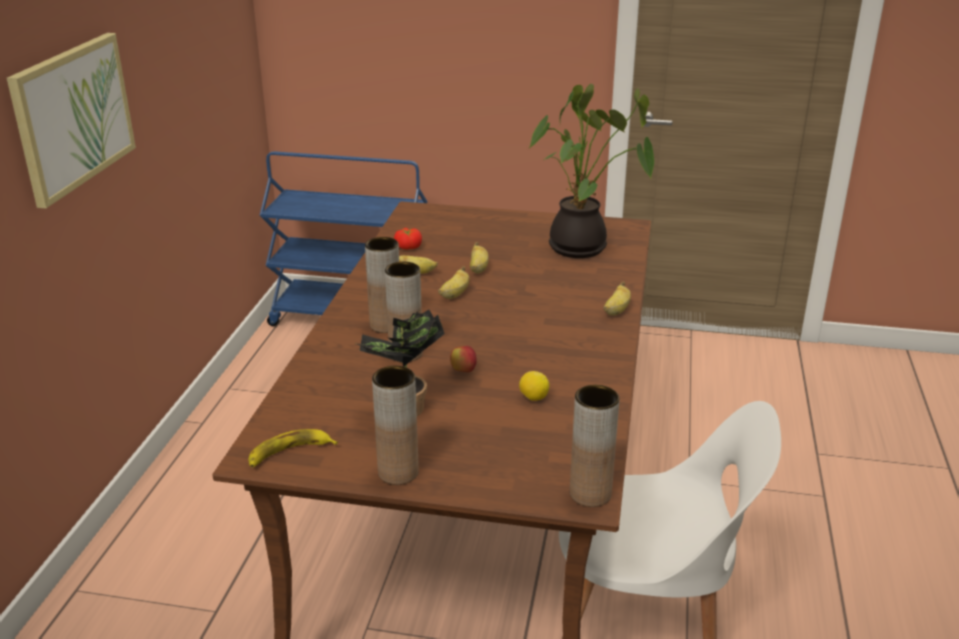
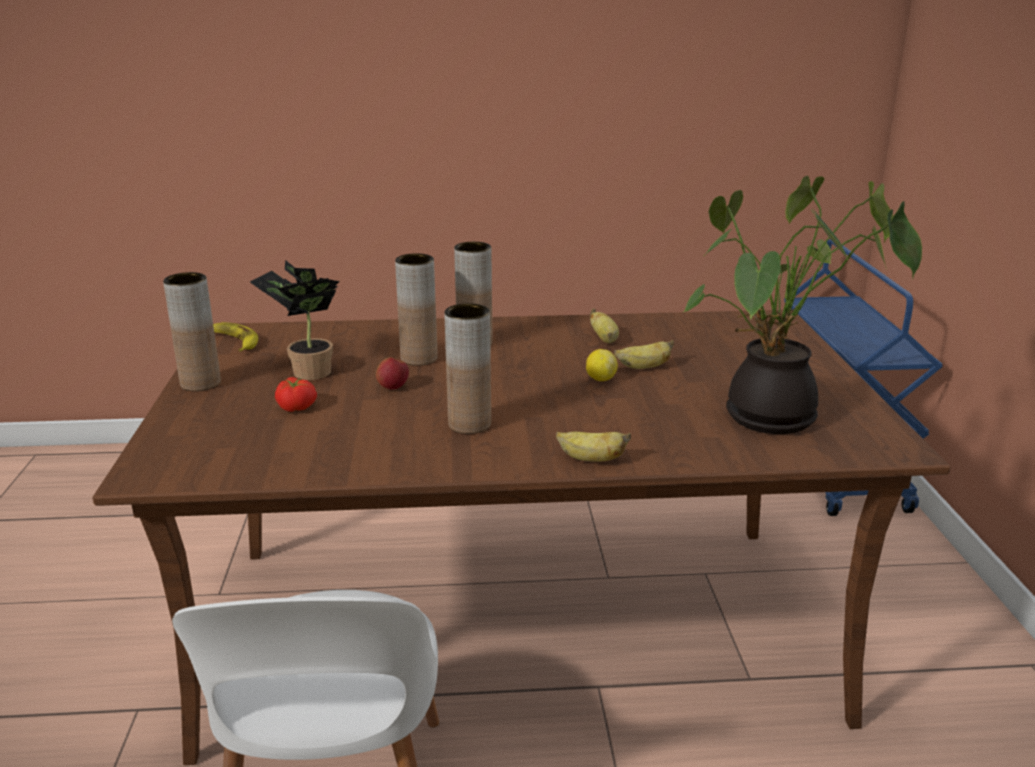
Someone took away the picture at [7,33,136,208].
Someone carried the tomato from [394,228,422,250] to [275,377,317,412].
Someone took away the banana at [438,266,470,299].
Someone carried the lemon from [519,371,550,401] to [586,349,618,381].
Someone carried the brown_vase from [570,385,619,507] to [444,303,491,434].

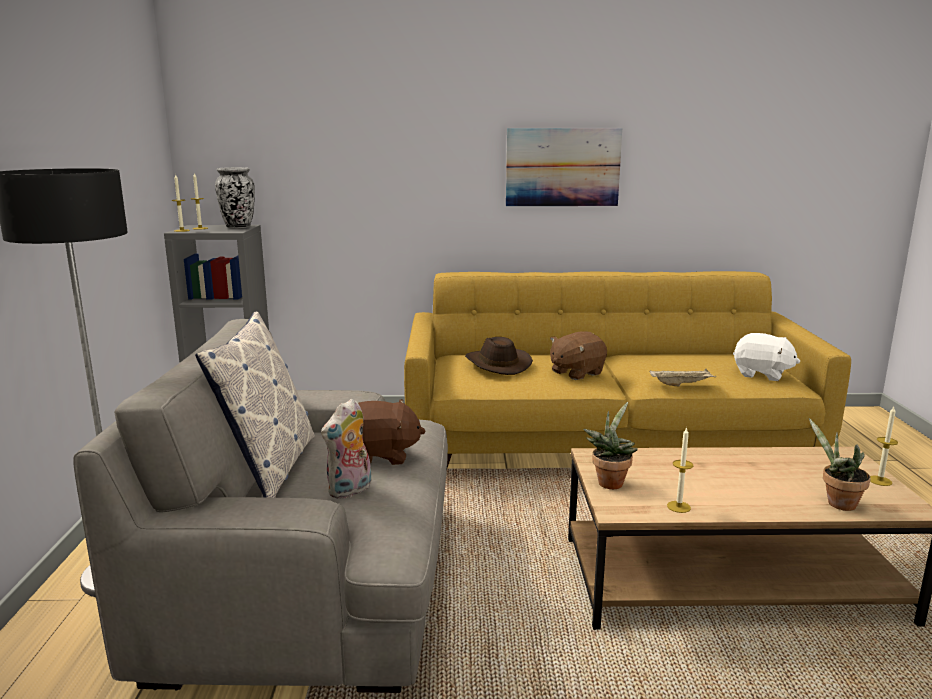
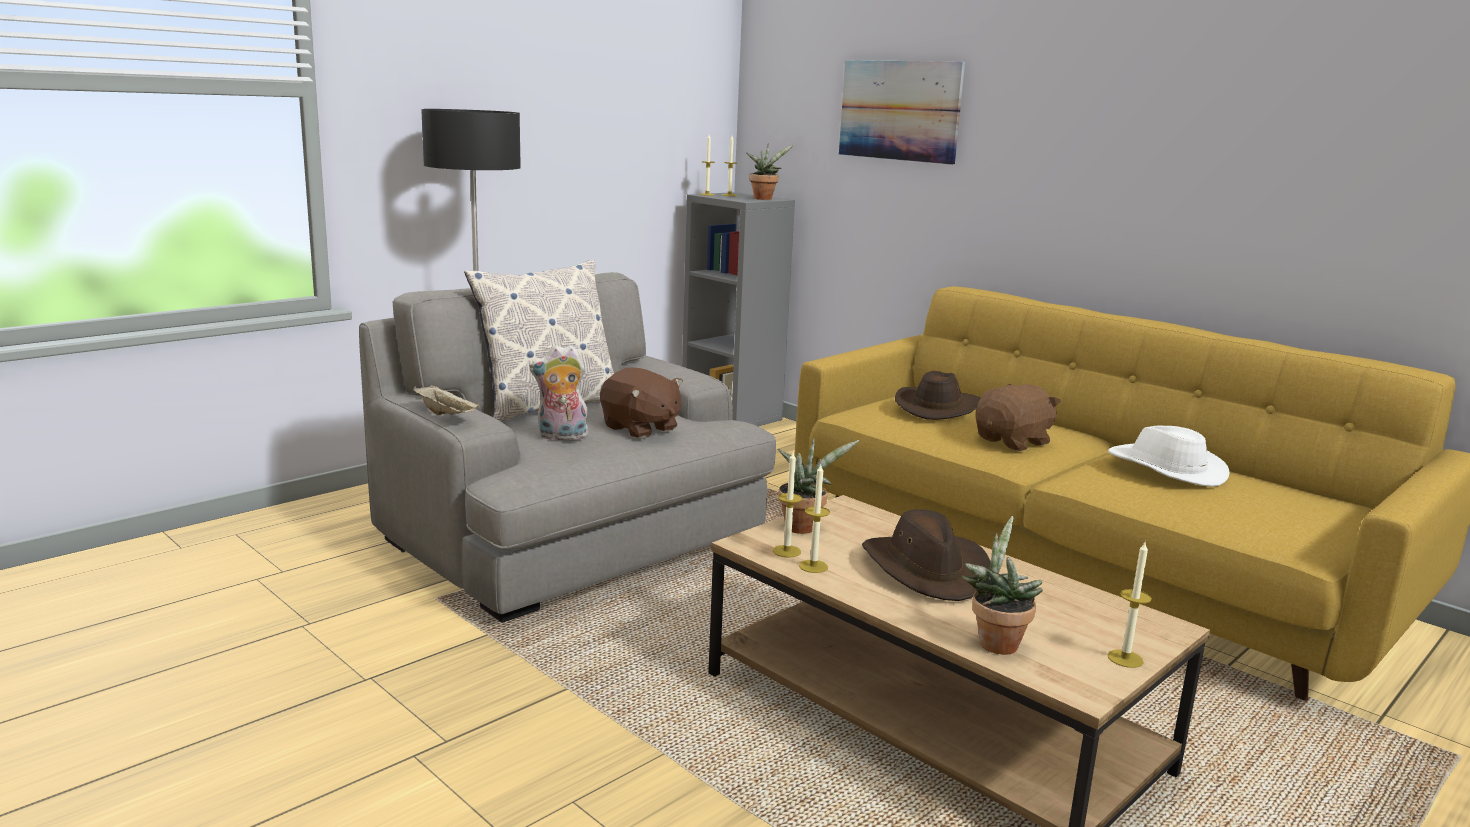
Someone swapped the vase at [215,167,255,229] for the potted_plant at [747,143,794,200].
Someone carried the picture from [506,128,622,206] to [839,60,965,165].
Someone rotated the brown_plush_toy at [550,331,607,380] by 135 degrees clockwise.
Someone carried the beige_tray from [649,368,716,386] to [413,385,480,415].
Someone took away the white_plush_toy at [733,333,800,381].
Someone put down the candle at [773,452,802,558].
Someone put down the brown_hat at [862,509,991,601].
Someone put down the white_hat at [1108,425,1230,487].

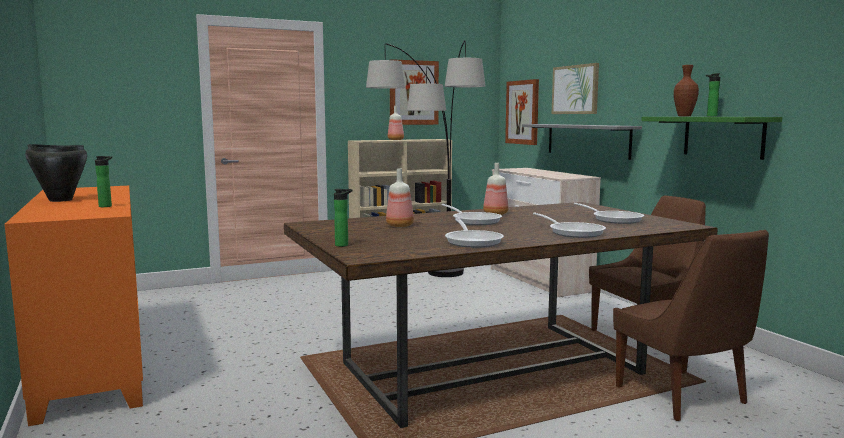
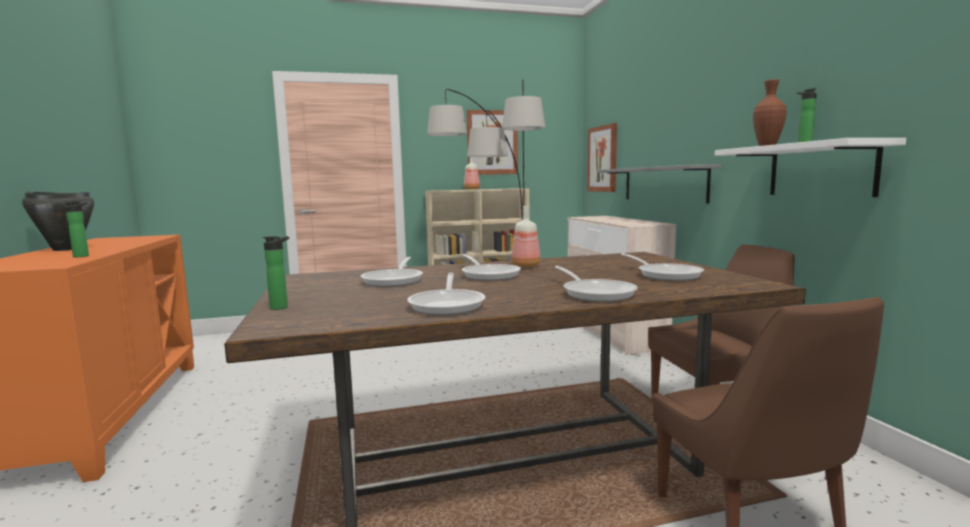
Someone swapped the bottle at [386,169,414,227] for the frying_pan at [361,257,423,287].
Someone took away the picture at [552,63,599,114].
Someone repainted the green_shelf at [641,117,782,160], which became the white_shelf at [715,138,906,197].

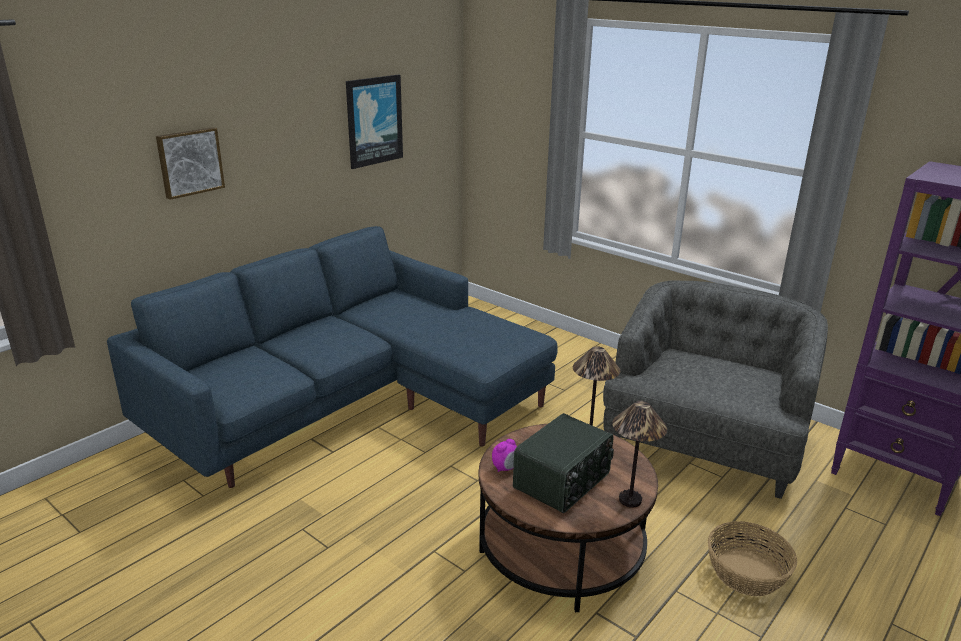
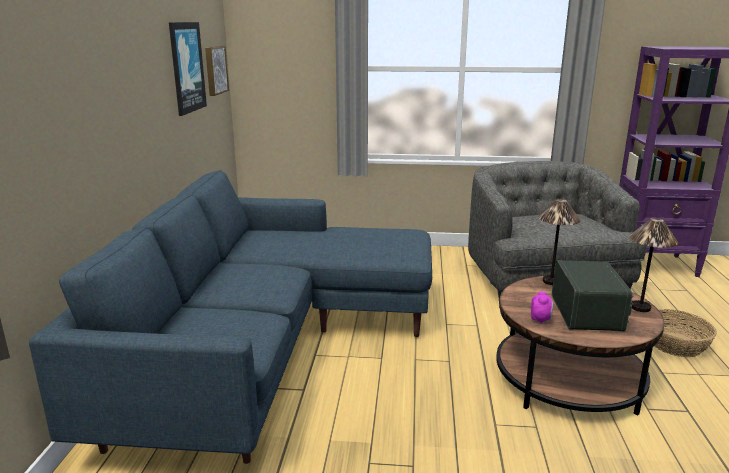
Someone carried the picture from [156,127,225,200] to [205,46,229,96].

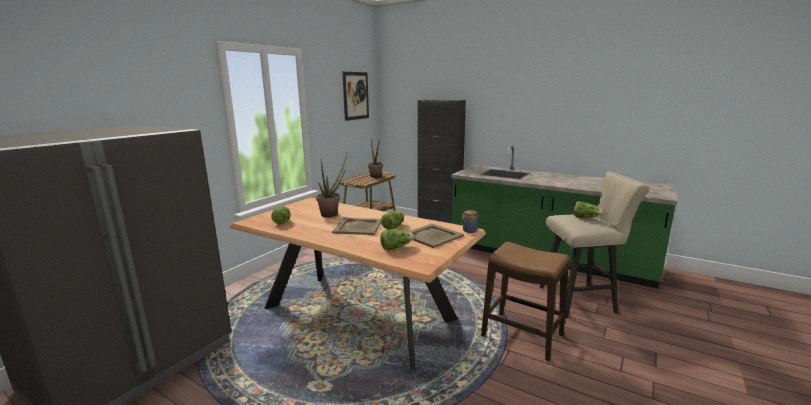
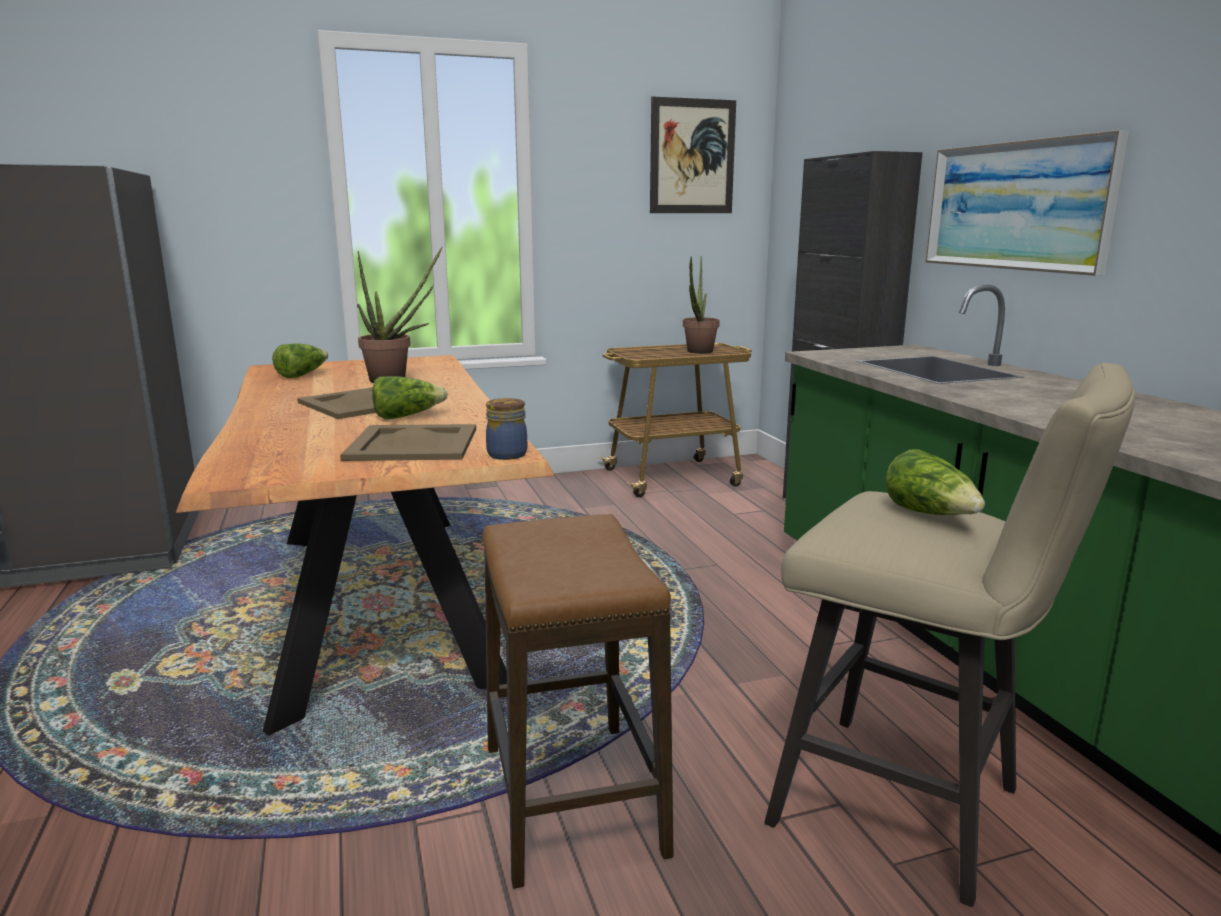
Someone took away the lettuce at [380,229,415,250].
Someone put up the picture at [926,130,1129,276].

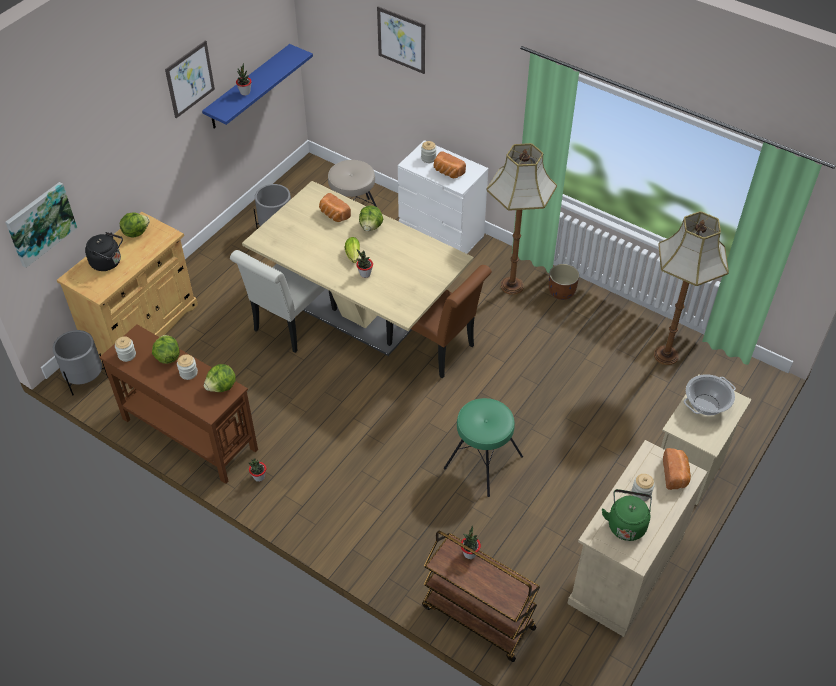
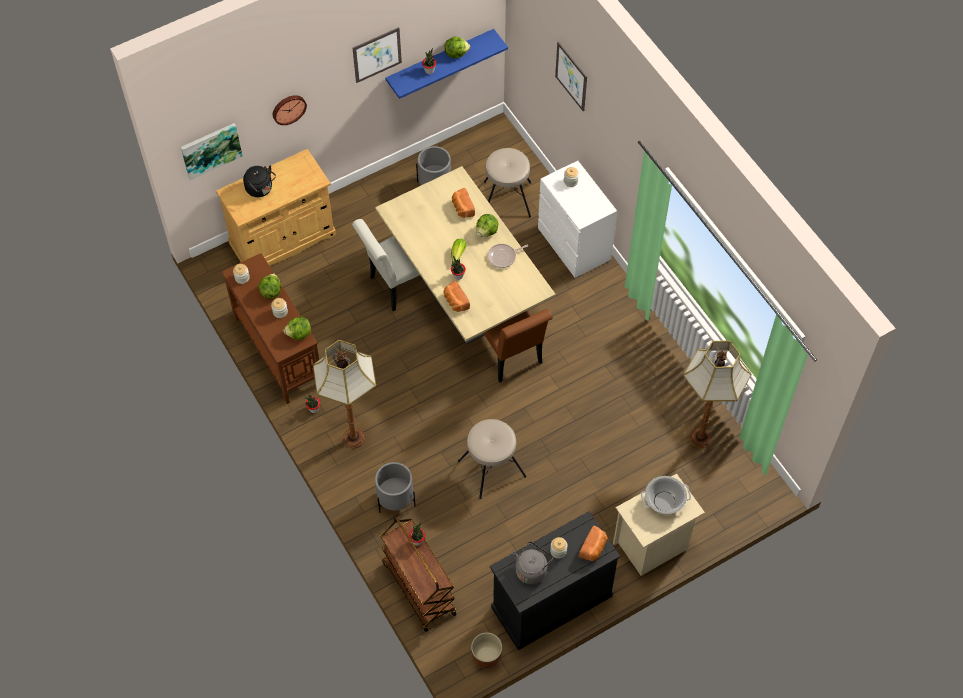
Someone carried the grey_planter from [53,330,108,395] to [375,462,416,513].
Someone carried the lettuce from [120,213,150,237] to [445,37,470,58].
Someone carried the bread from [434,151,466,178] to [443,281,470,312].
Someone repainted the green_stool at [444,398,523,497], which became the beige_stool at [458,419,526,499].
Someone carried the floor_lamp from [486,143,557,295] to [313,340,376,448].
Someone carried the brown_planter from [549,264,579,300] to [471,632,502,669].
Someone repainted the beige_cabinet at [567,440,707,637], which became the black_cabinet at [490,511,620,650].
Someone repainted the green_kettle at [602,489,652,541], which became the grey_kettle at [512,541,553,584].
Someone put up the wall_clock at [273,95,307,125].
Someone put down the frying_pan at [487,244,528,268].

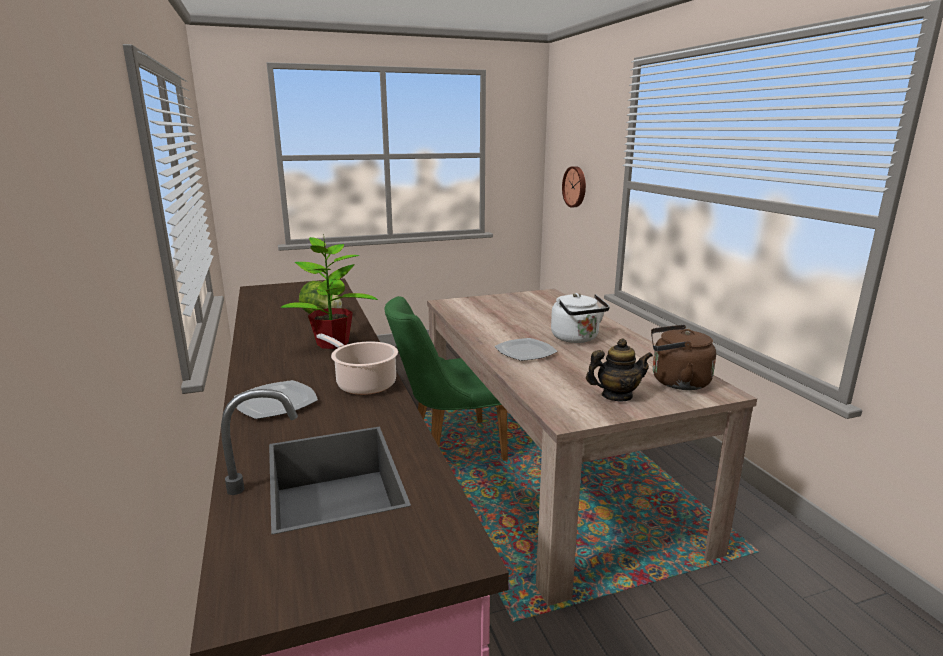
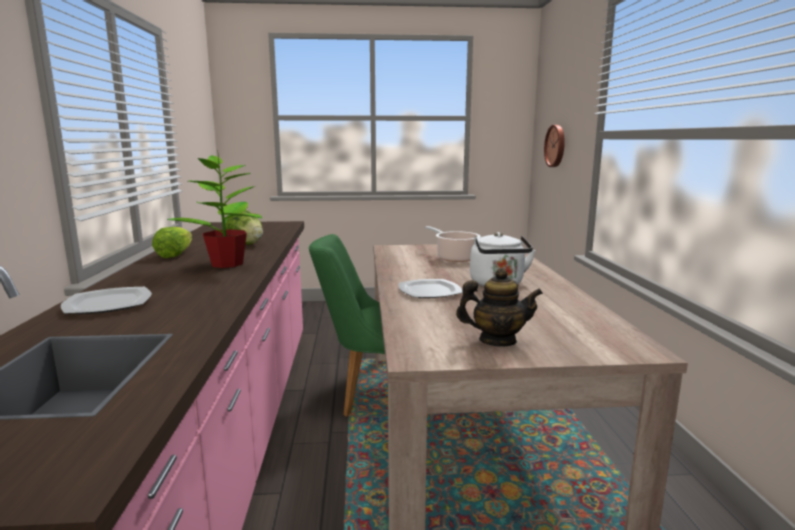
Someone carried the cooking_pot from [316,333,398,395] to [425,226,481,262].
Someone took away the brown_kettle at [651,325,716,390].
Someone put down the lettuce at [152,227,192,258].

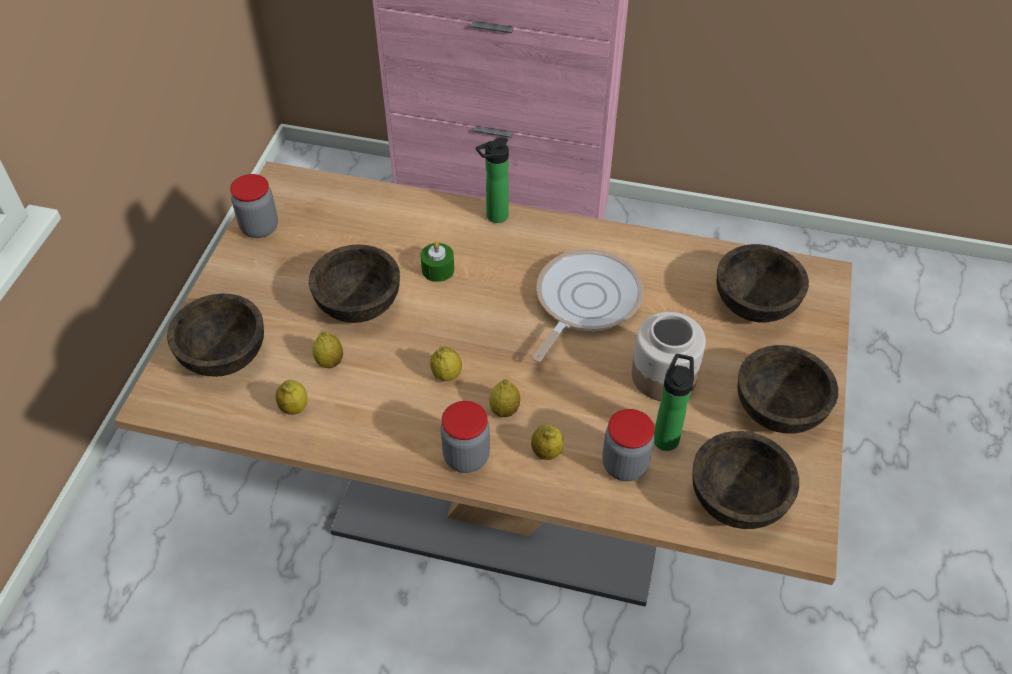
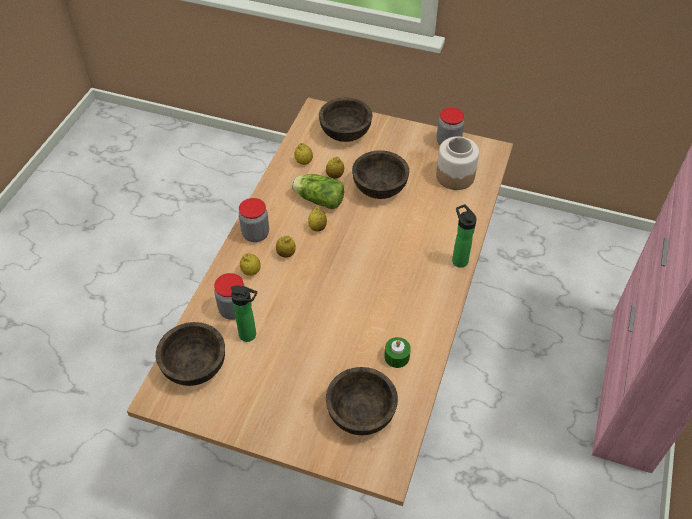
Someone carried the green_candle from [421,242,454,282] to [384,337,411,368].
Someone took away the frying_pan at [532,249,643,362].
Someone carried the jar from [632,312,706,401] to [436,136,479,190].
Someone took away the brown_bowl at [737,345,838,434].
Someone put down the lettuce at [291,174,344,209].

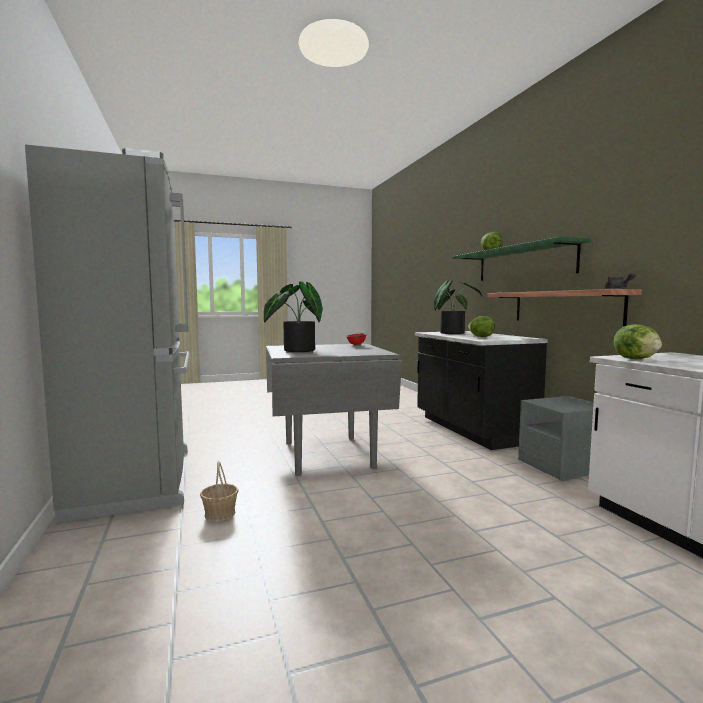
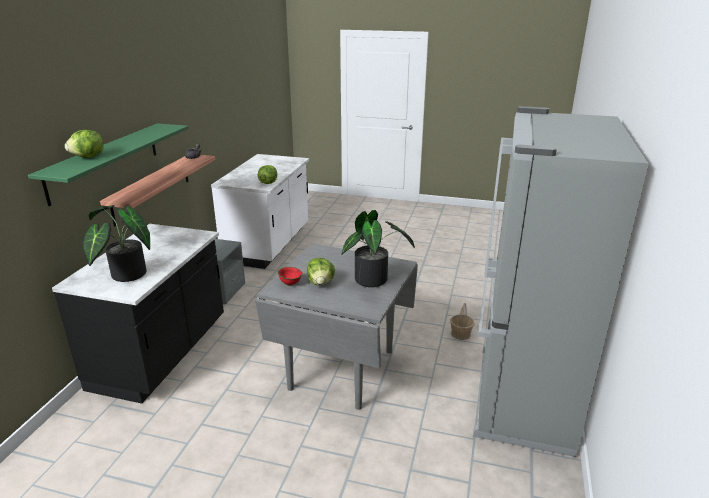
Someone carried the lettuce from [468,316,495,337] to [307,258,335,285].

